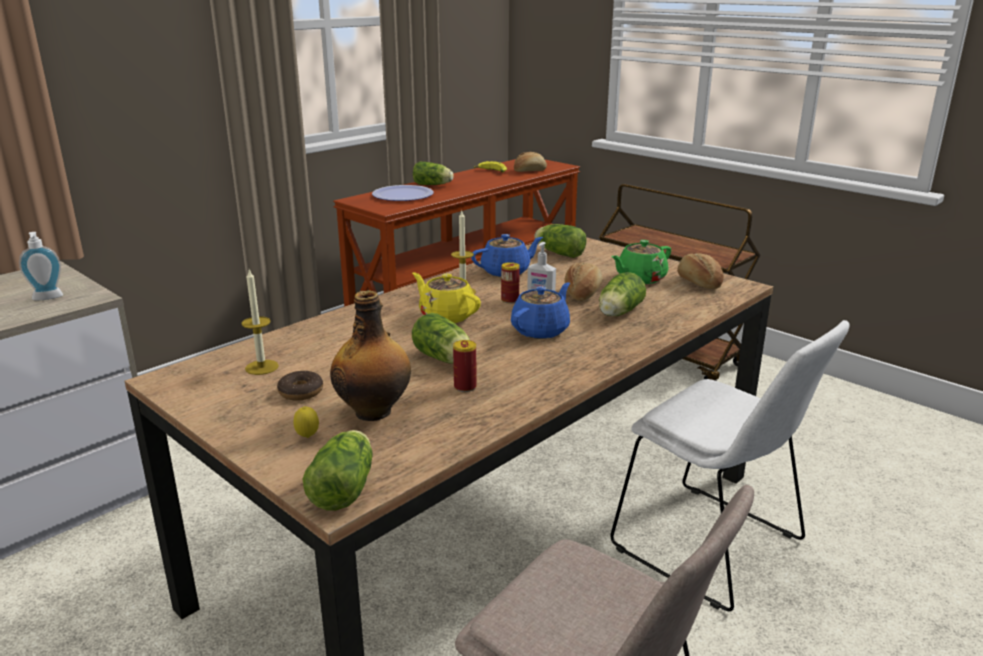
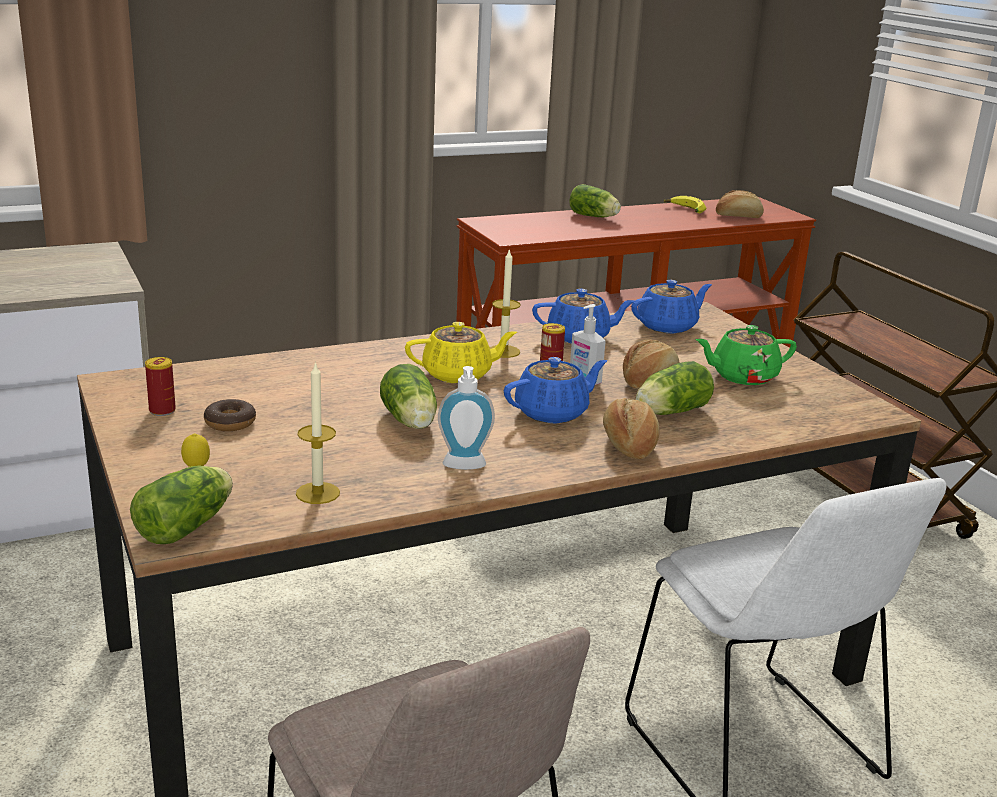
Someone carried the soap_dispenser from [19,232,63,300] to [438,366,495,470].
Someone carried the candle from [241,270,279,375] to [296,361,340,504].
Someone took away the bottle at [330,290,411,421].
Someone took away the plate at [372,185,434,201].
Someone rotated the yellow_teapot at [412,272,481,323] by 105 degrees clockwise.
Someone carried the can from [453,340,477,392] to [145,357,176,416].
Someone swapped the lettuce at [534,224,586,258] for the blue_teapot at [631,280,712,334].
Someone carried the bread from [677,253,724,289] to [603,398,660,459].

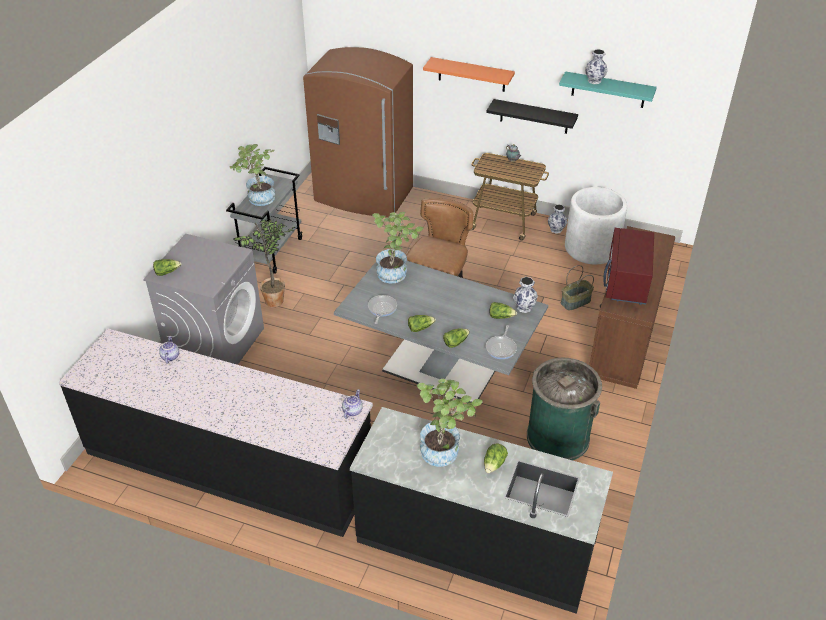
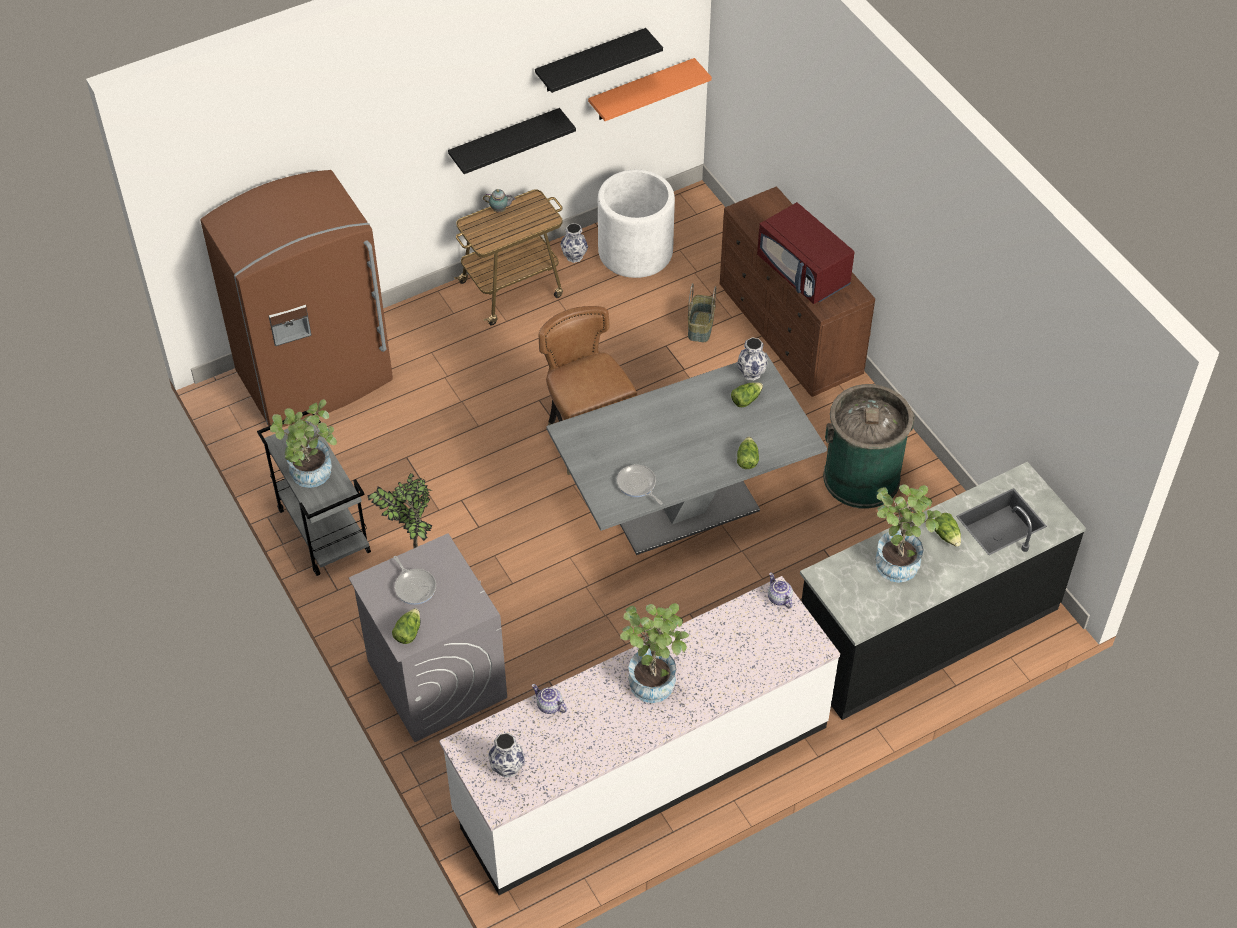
Someone repainted the black_counter at [59,328,373,537], which became the white_counter at [439,576,840,895].
Someone carried the potted_plant from [372,212,424,283] to [620,603,689,703].
Someone took away the lettuce at [408,315,436,332].
Someone carried the orange_shelf from [423,57,515,92] to [588,58,712,121].
Someone carried the frying_pan from [486,325,517,359] to [393,556,436,605].
Someone repainted the turquoise_shelf at [559,71,657,108], which became the black_shelf at [535,28,663,93].
Someone carried the vase from [585,49,607,84] to [488,733,525,778].

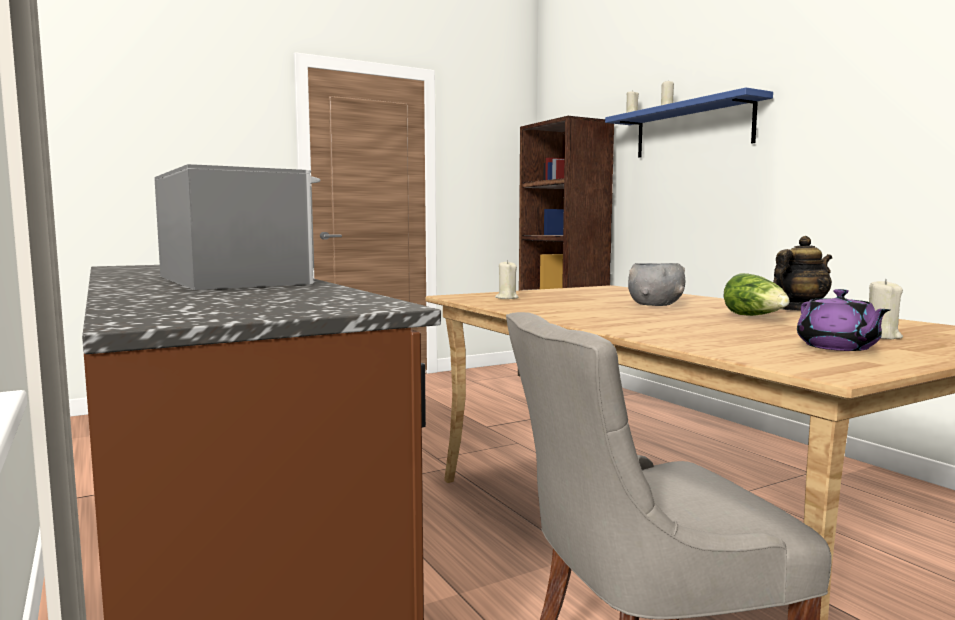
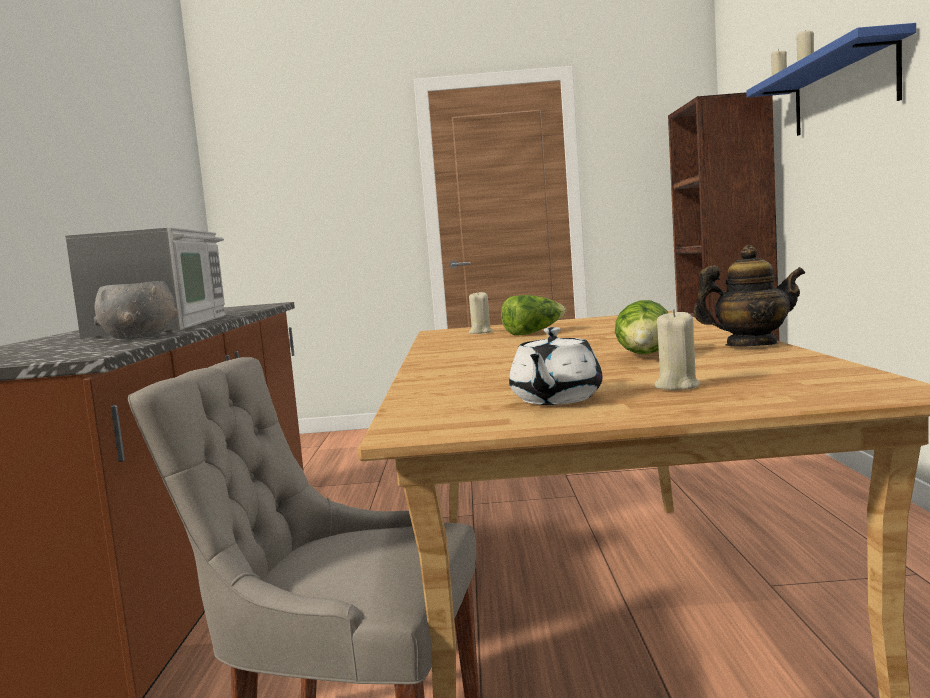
Someone carried the grey_bowl from [628,263,685,306] to [94,281,178,339].
Someone repainted the purple_teapot at [797,289,890,351], which became the white_teapot at [509,327,602,405].
Someone put down the lettuce at [501,295,566,335].

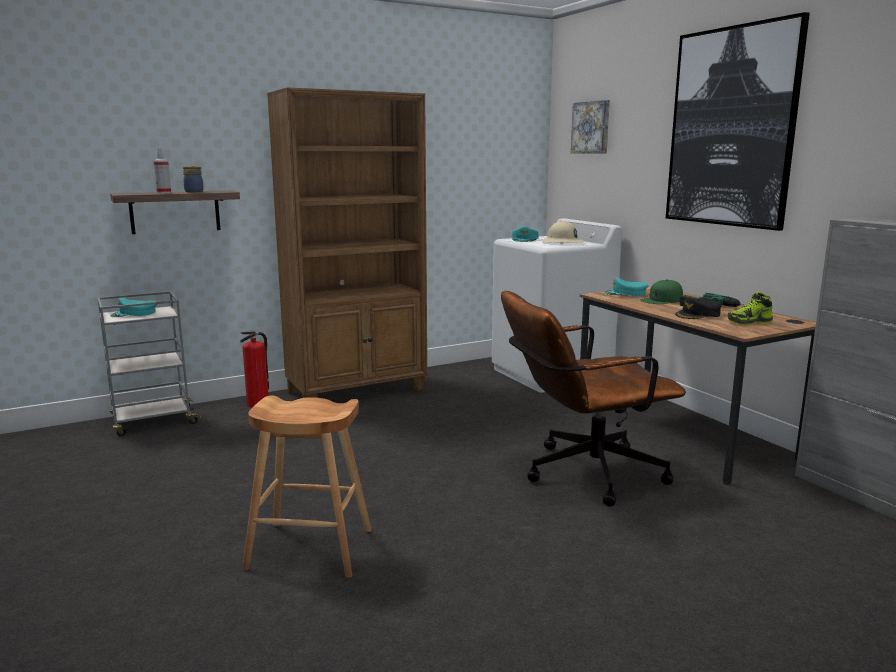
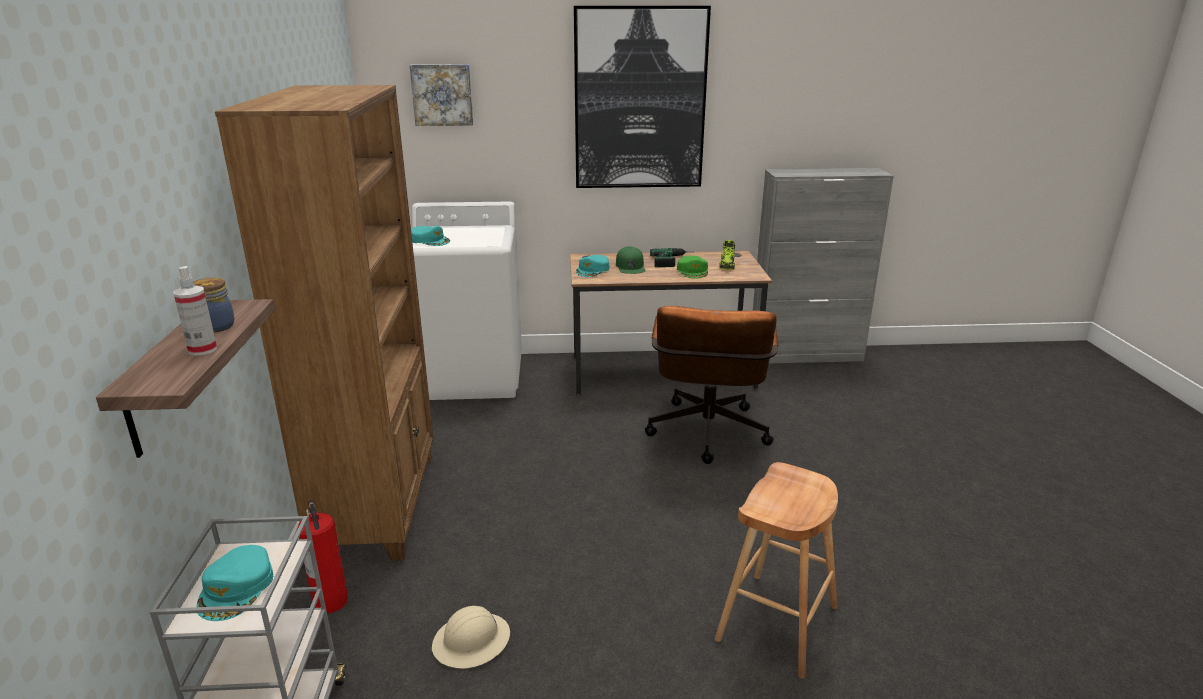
Someone carried the beige_hard_hat from [541,221,584,245] to [432,606,510,669].
Someone repainted the black_cap at [675,297,722,319], which became the green_cap at [677,256,708,279].

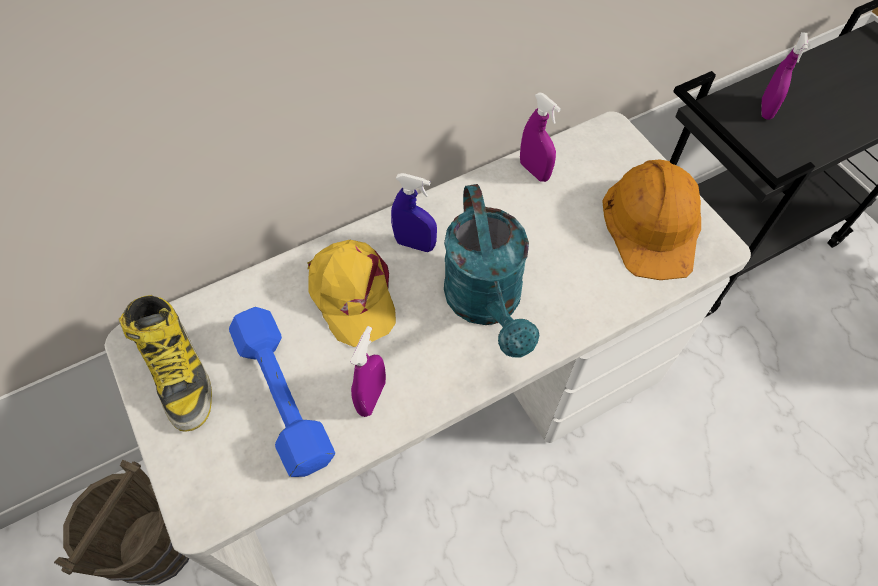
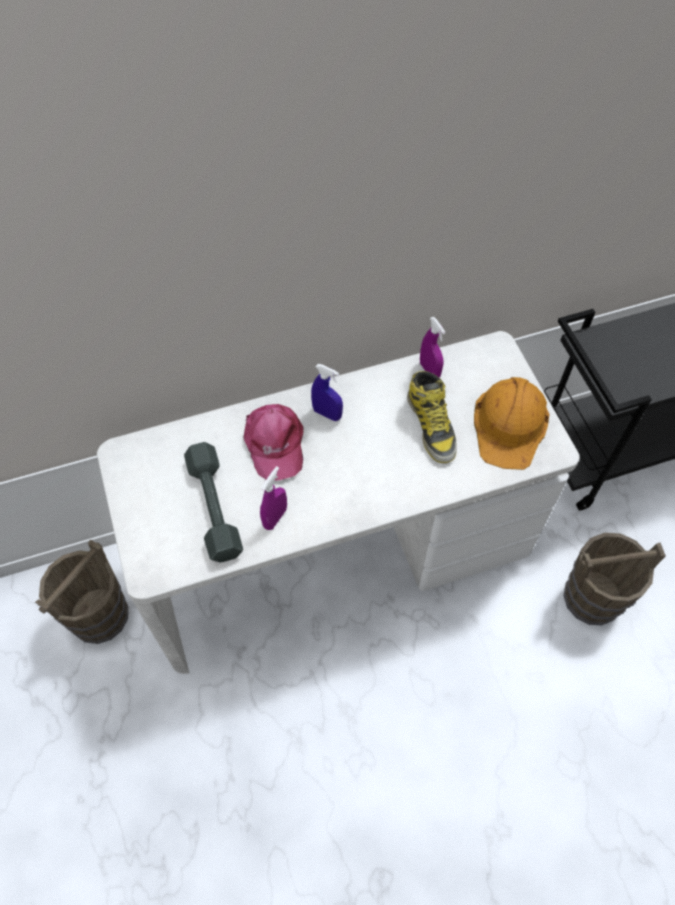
Someone carried the boot from [119,295,212,432] to [407,371,457,463].
Someone repainted the blue_dumbbell at [229,307,335,477], which became the grey_dumbbell at [184,442,243,563].
Someone repainted the yellow_cap at [307,240,396,347], which became the pink_cap at [244,404,303,481].
Someone took away the turquoise_watering_can at [444,184,540,358].
Someone took away the purple_spray_bottle at [761,32,808,120].
Someone put down the brown_bucket at [563,533,666,625].

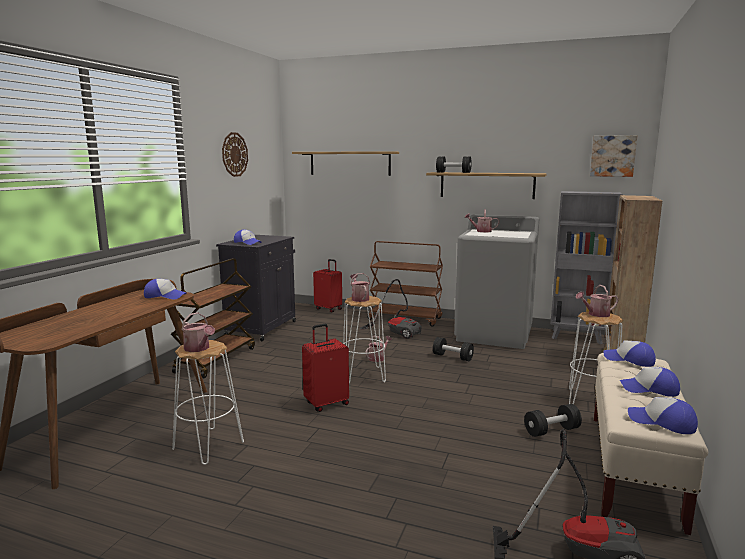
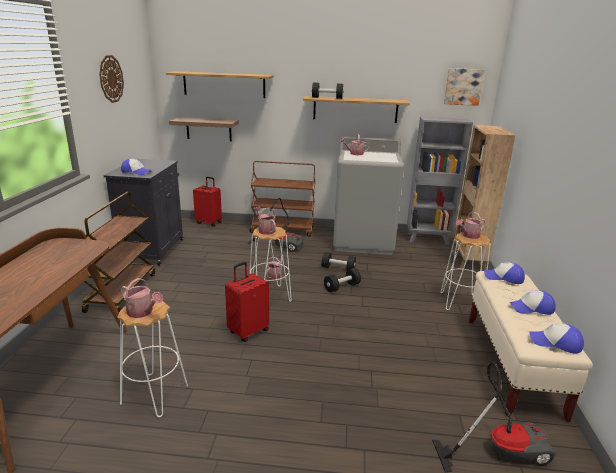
Someone took away the cap at [144,279,187,299].
Someone carried the black_dumbbell from [524,404,582,437] to [324,268,361,293].
Someone put up the shelf at [169,117,239,141].

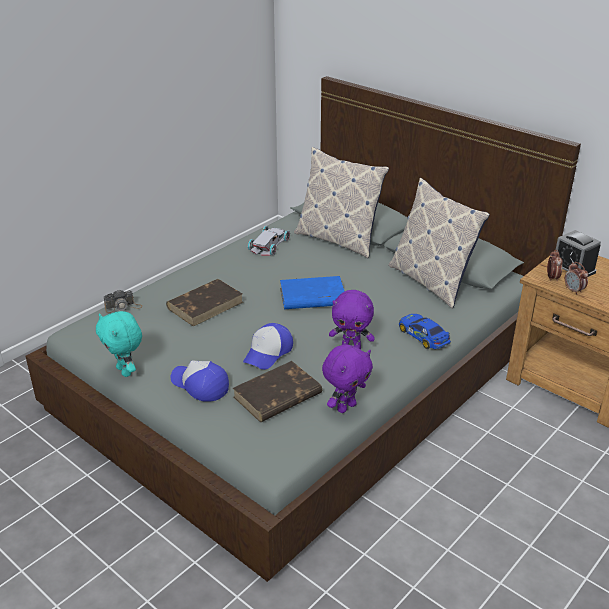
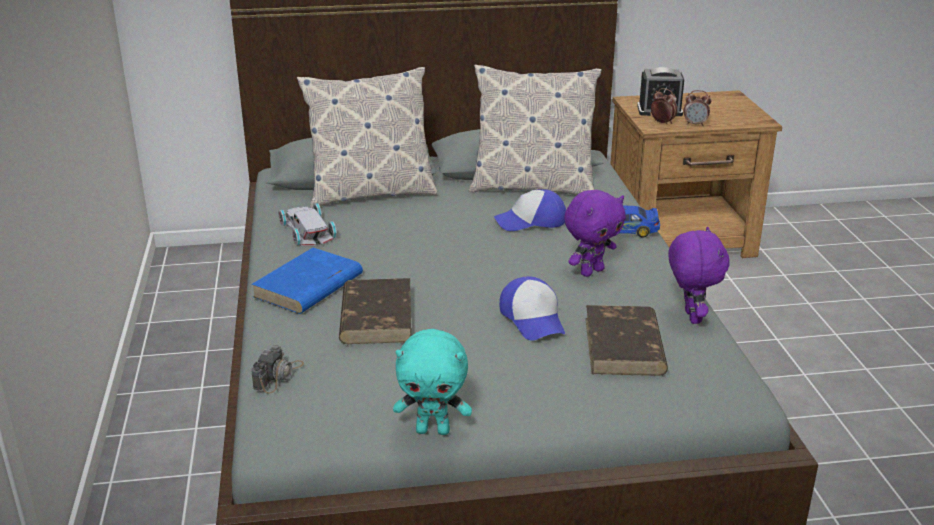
Someone carried the cap from [171,361,229,402] to [494,189,566,231].
Someone carried the blue_book from [280,276,345,309] to [251,248,363,314].

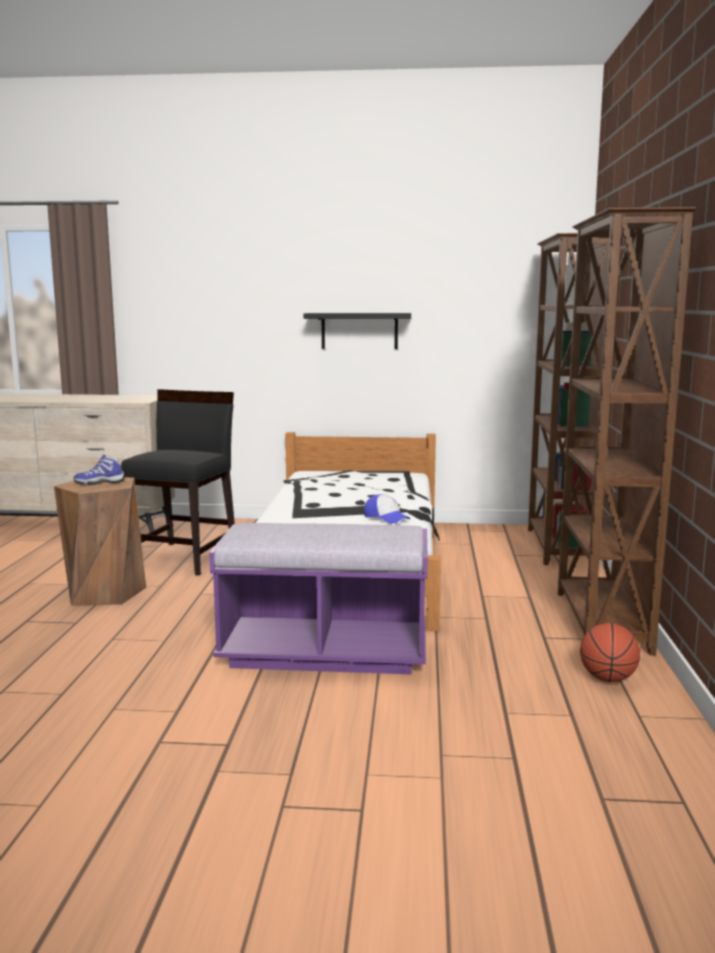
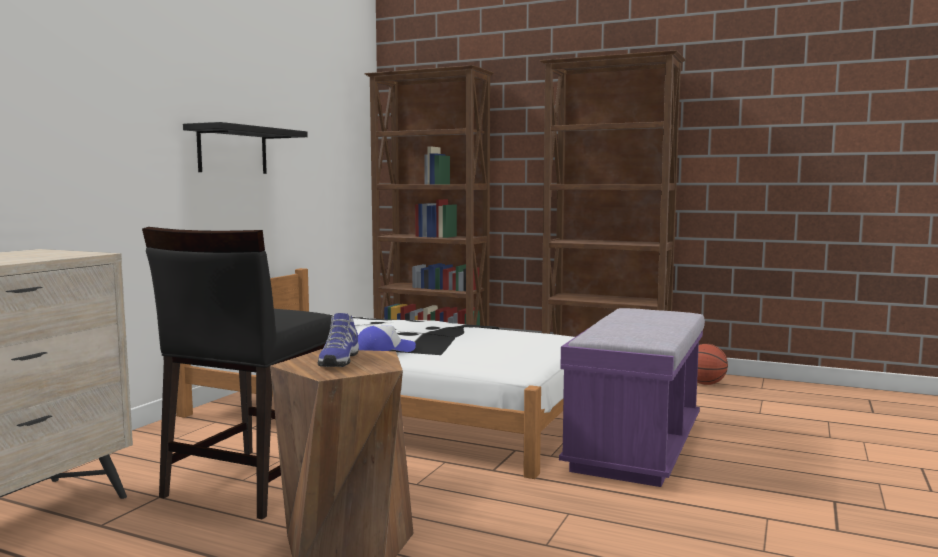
Someone rotated the black_chair at [121,389,235,576] by 105 degrees counterclockwise.
Someone carried the cap from [364,494,410,524] to [358,326,416,352].

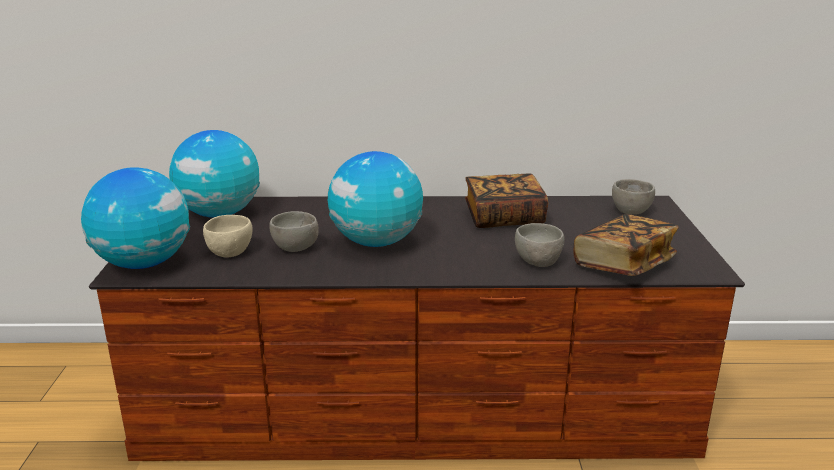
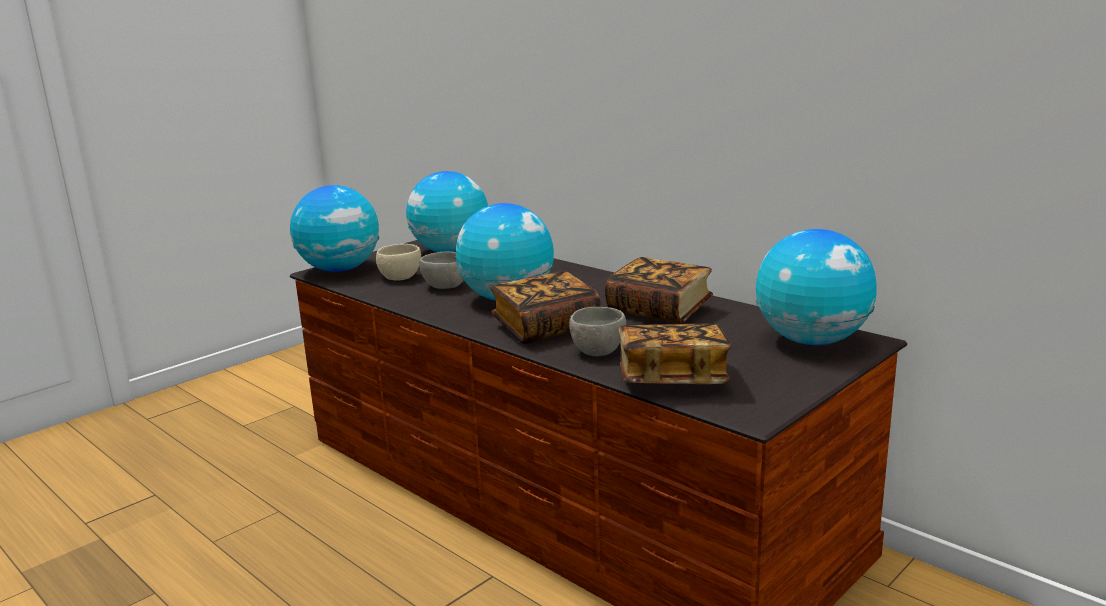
Someone swapped the grey_bowl at [612,179,655,215] for the globe at [756,229,877,345].
Someone put down the book at [490,271,601,344].

